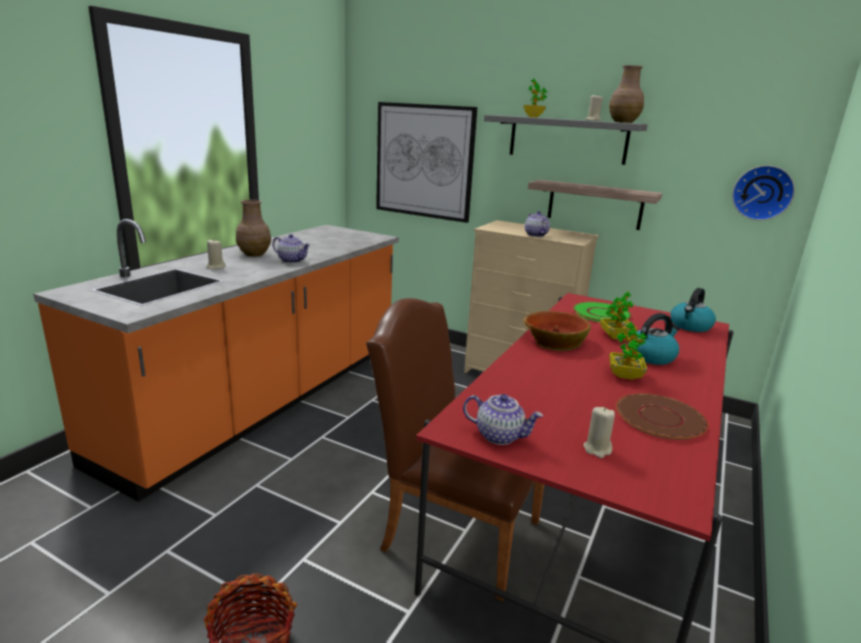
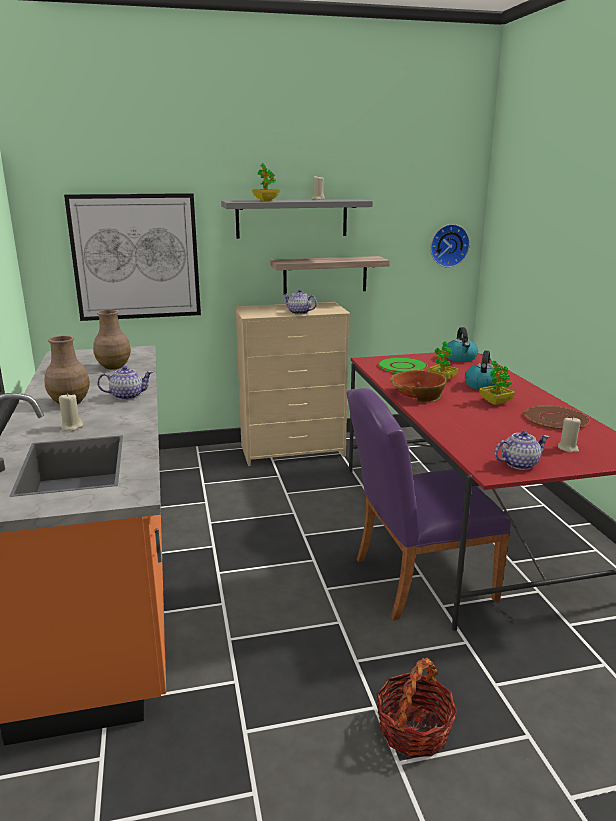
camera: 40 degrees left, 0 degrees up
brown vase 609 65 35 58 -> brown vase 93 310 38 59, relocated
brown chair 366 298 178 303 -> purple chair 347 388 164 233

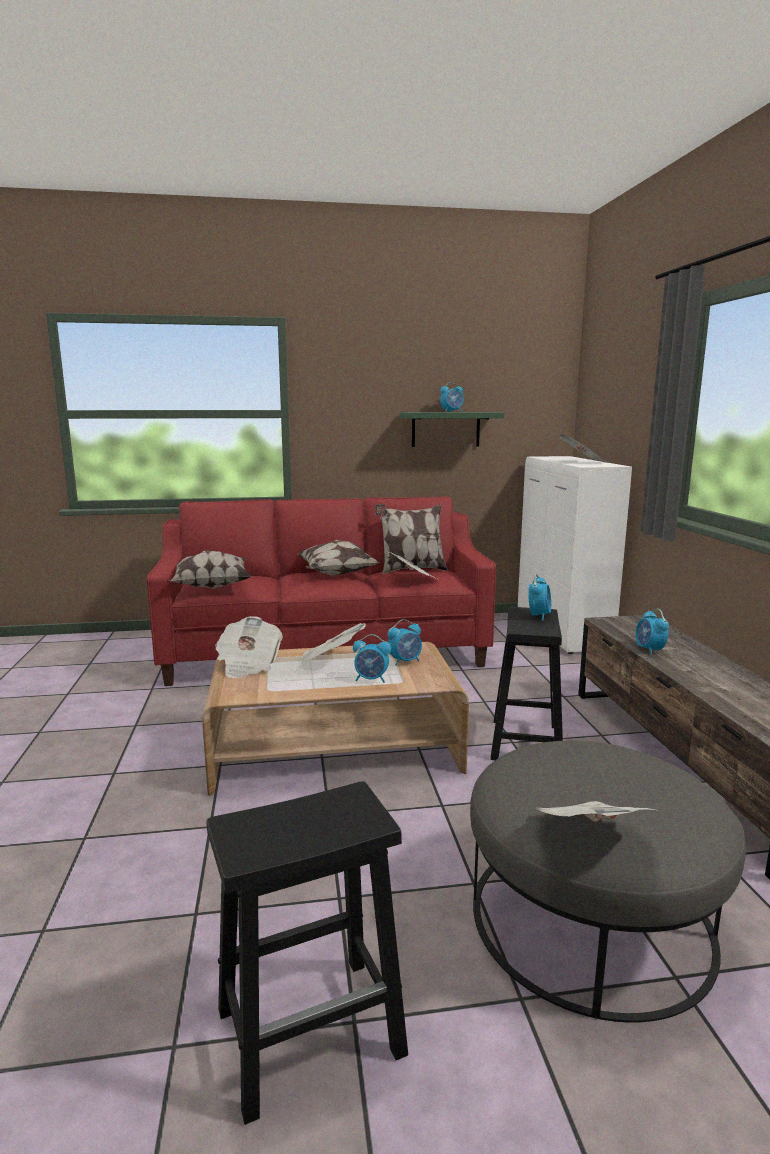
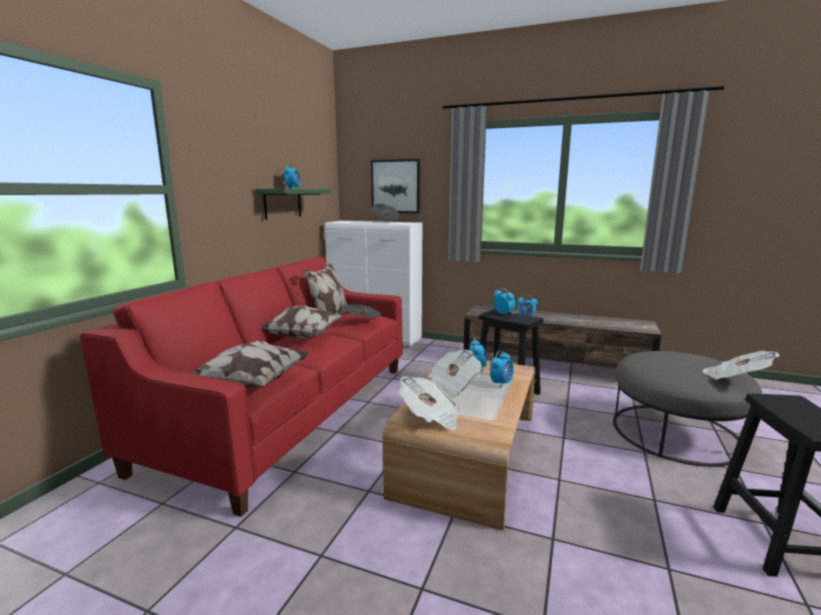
camera: 60 degrees left, 0 degrees up
none -> picture 371 159 49 54

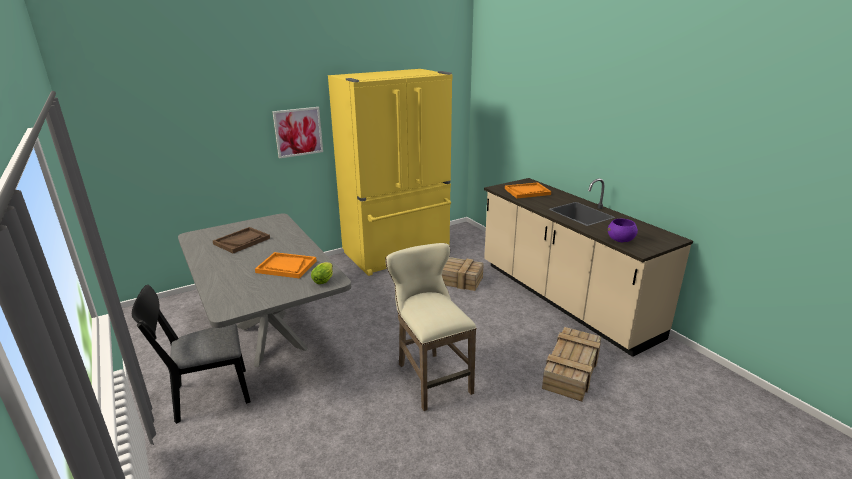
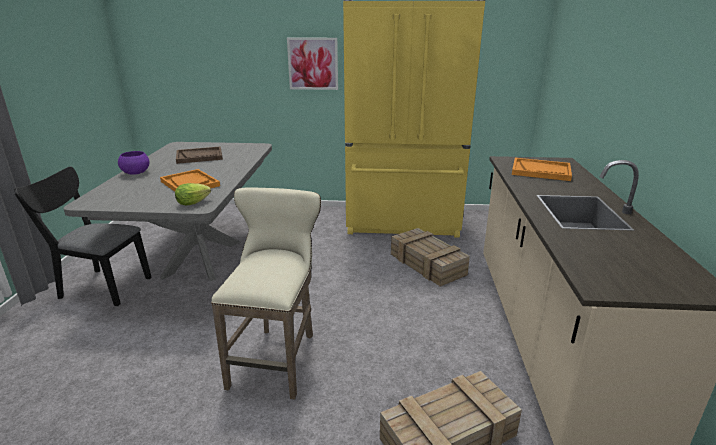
camera: 35 degrees right, 0 degrees up
purple bowl 608 219 30 23 -> purple bowl 118 151 31 24, relocated

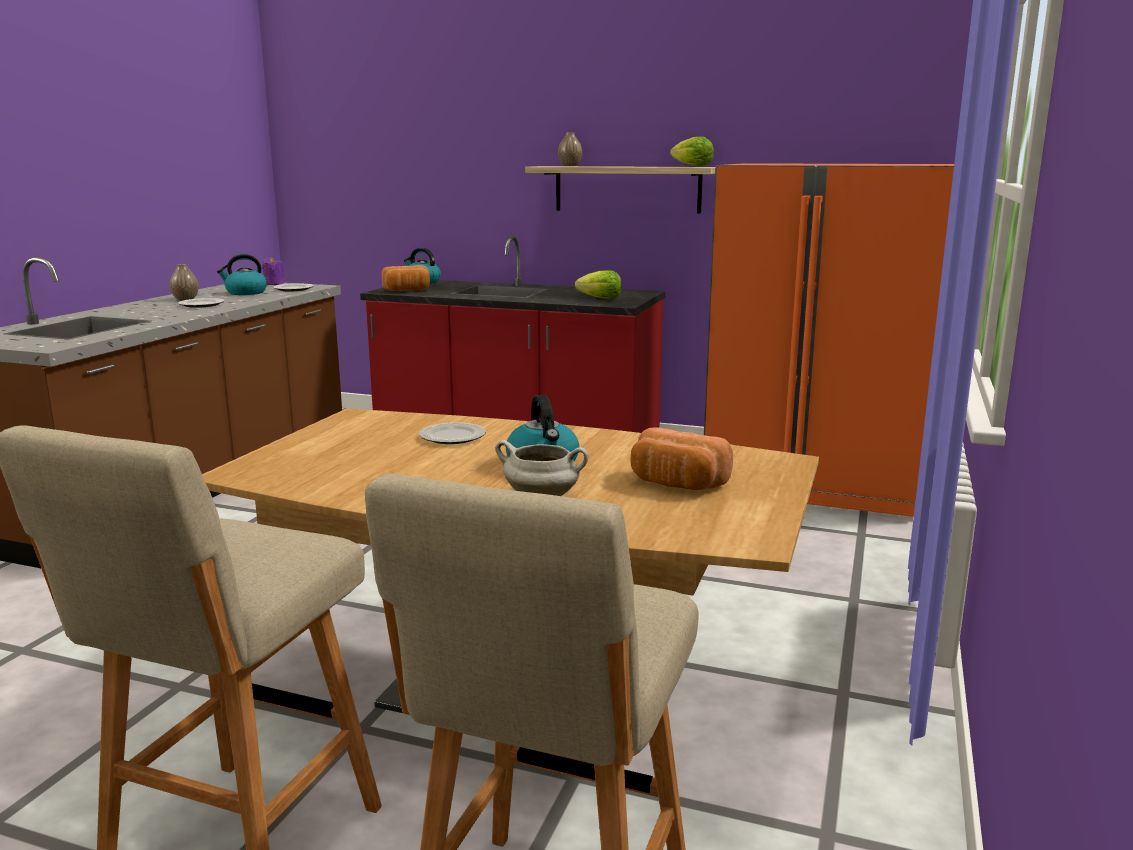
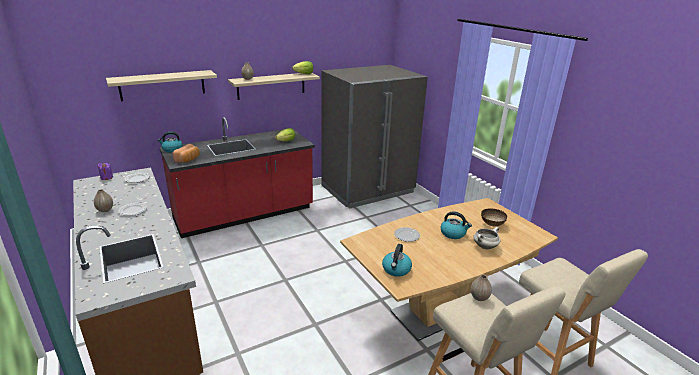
camera: 50 degrees left, 10 degrees up
none -> shelf 106 70 111 31
none -> vase 471 274 21 27
kettle 217 254 50 41 -> kettle 382 244 30 33, relocated
bread 630 427 103 63 -> bowl 481 208 26 18
orange fridge 704 163 250 354 -> grey fridge 321 65 107 144

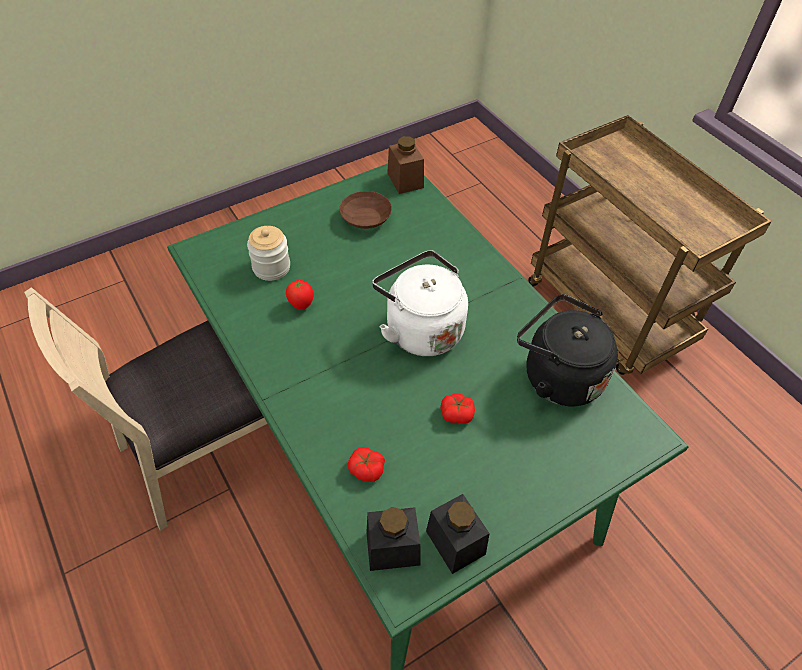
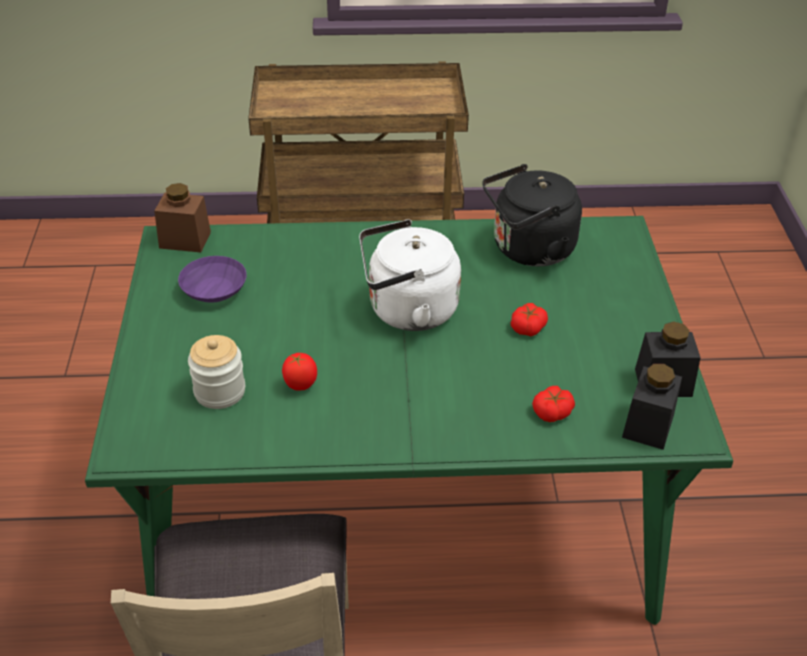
camera: 60 degrees left, 10 degrees down
brown bowl 340 191 52 38 -> purple bowl 178 256 69 47

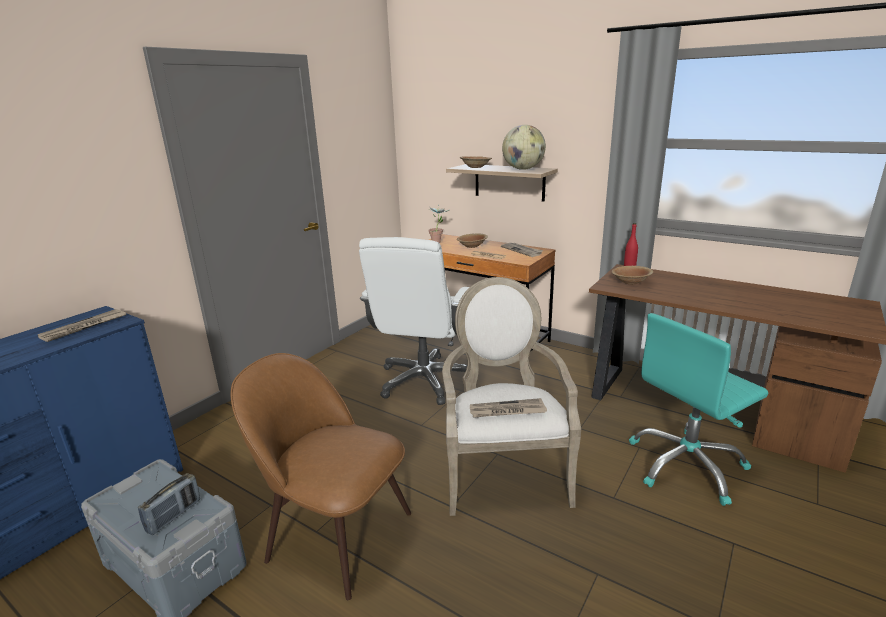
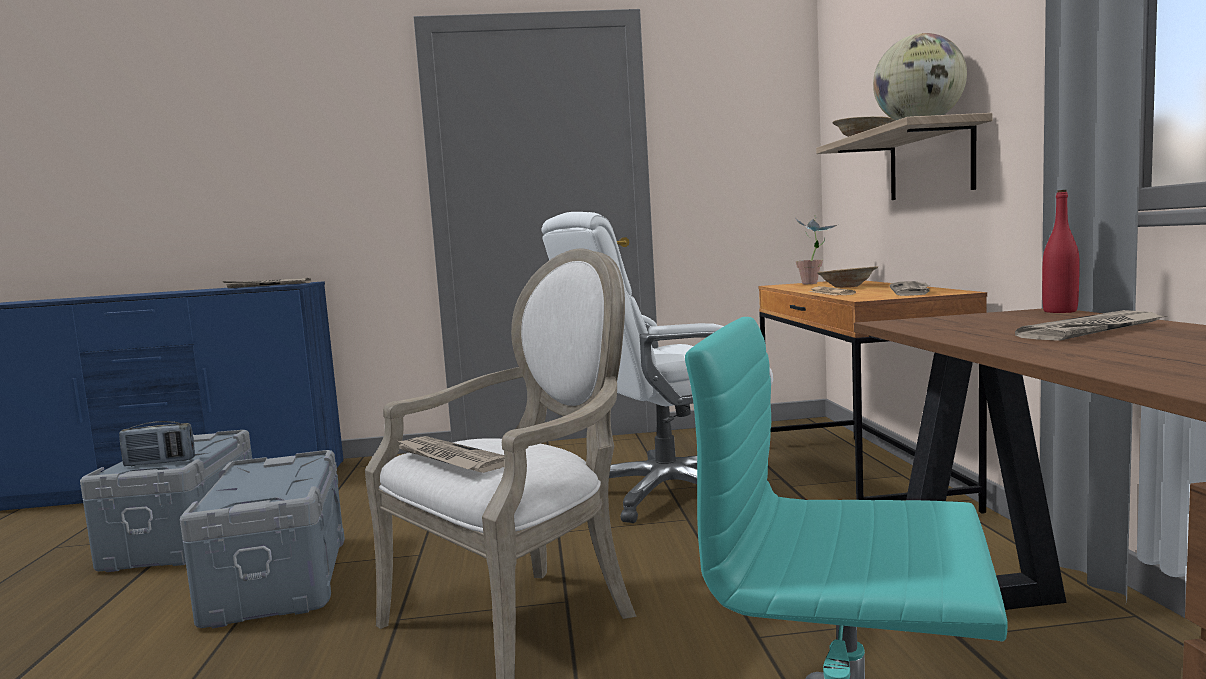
camera: 50 degrees right, 15 degrees down
brown bowl 612 266 41 18 -> none
none -> newspaper 1015 310 152 31
brown chair 231 353 180 247 -> grey storage box 180 450 165 178

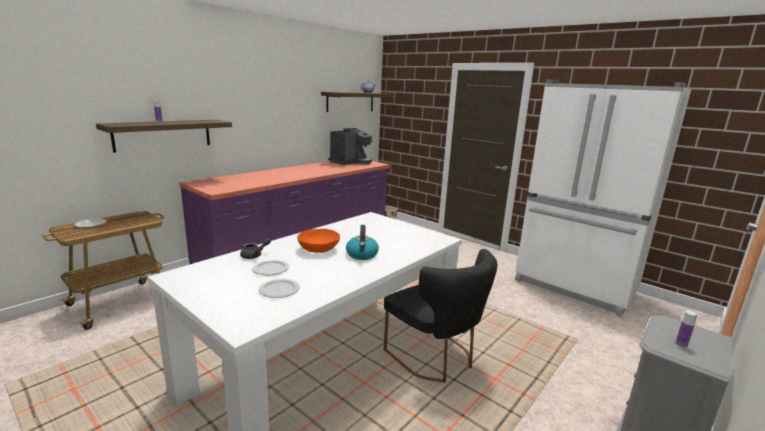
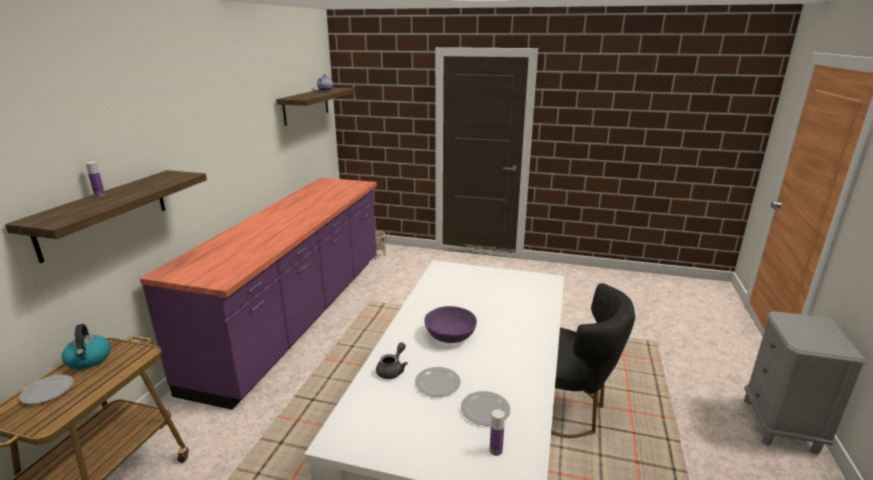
camera: 25 degrees left, 5 degrees up
coffee machine 328 128 45 37 -> none
white fridge 515 79 176 238 -> none
kettle 346 225 33 35 -> kettle 62 324 49 45, relocated
bottle 675 310 22 38 -> bottle 490 409 15 47, relocated
orange bowl 297 229 43 24 -> purple bowl 424 306 53 37

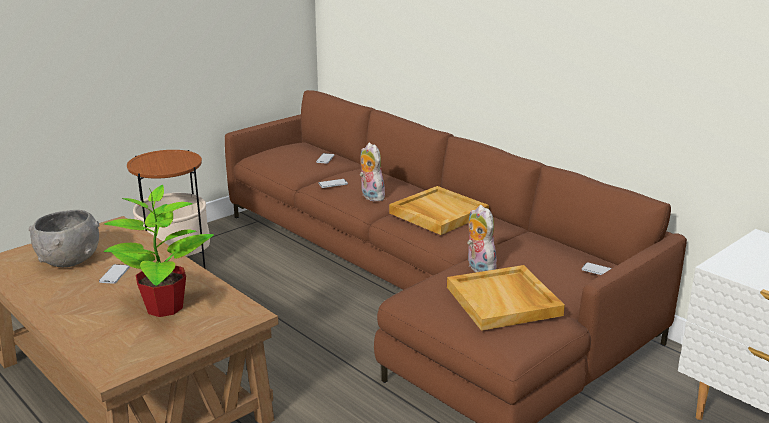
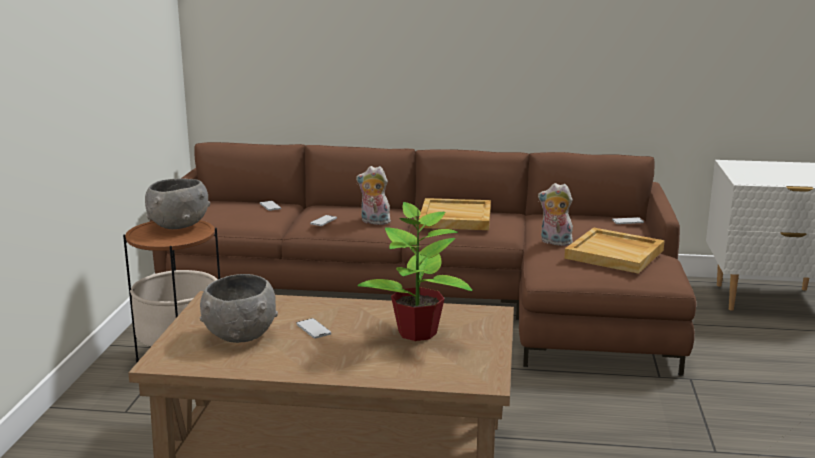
camera: 40 degrees left, 5 degrees down
none -> grey bowl 145 179 65 50

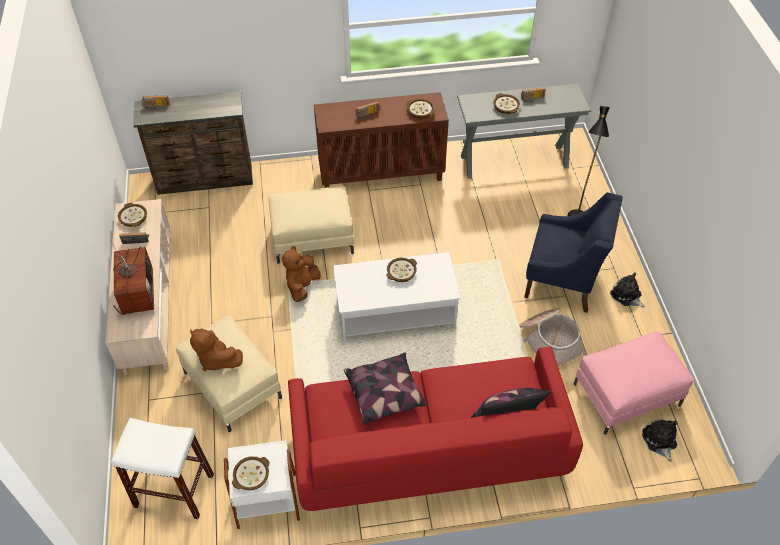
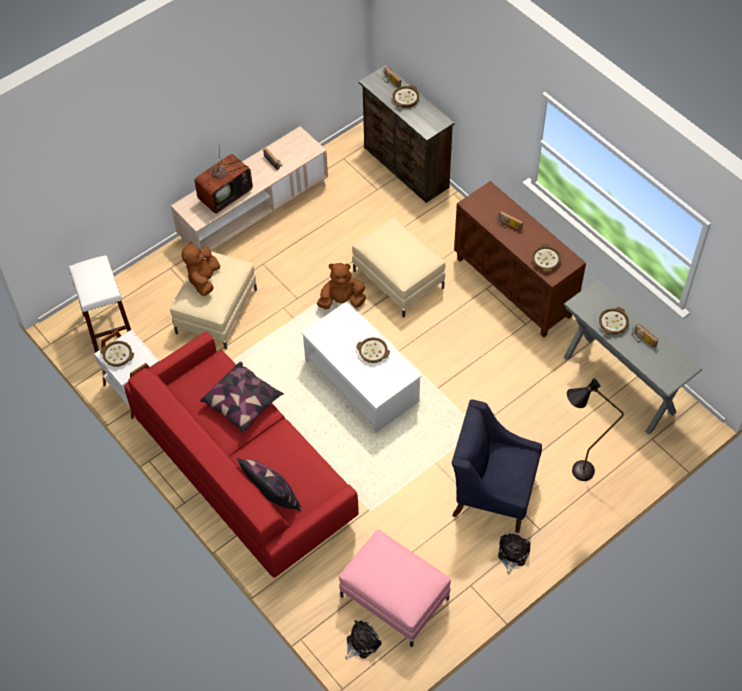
camera: 60 degrees right, 5 degrees up
basket 520 308 66 58 -> none
bowl 118 203 29 24 -> bowl 392 85 28 23, relocated
blue armchair 524 193 99 120 -> blue armchair 451 399 91 134, 120 degrees clockwise

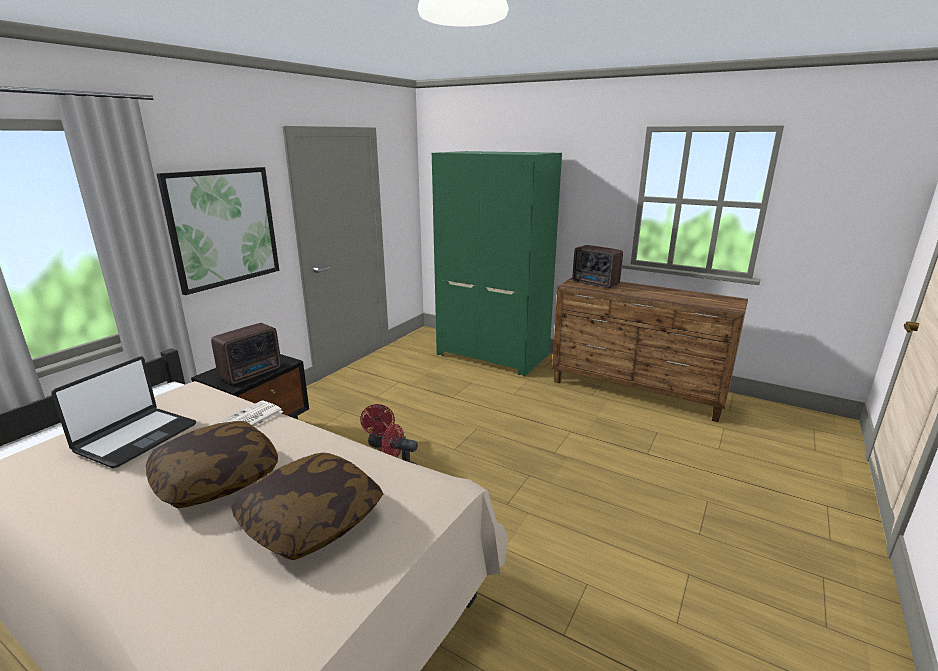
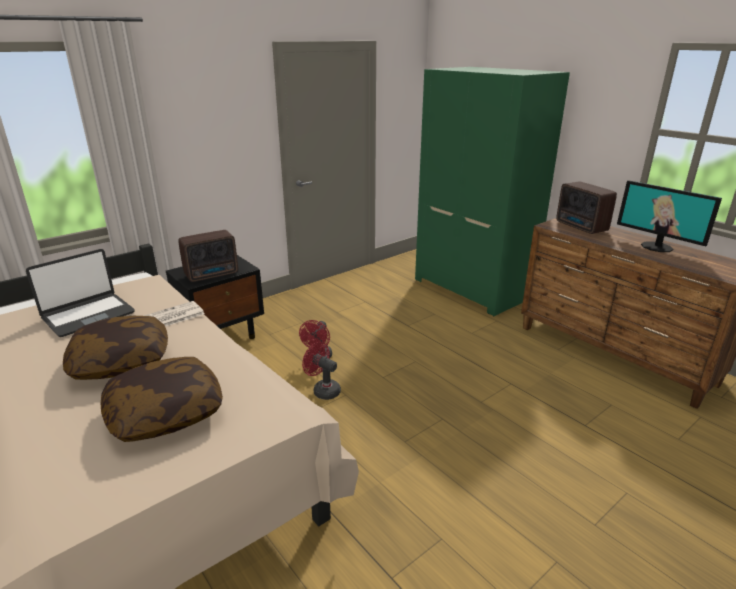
camera: 20 degrees right, 5 degrees up
picture 157 167 122 128 -> none
none -> monitor 617 180 105 72

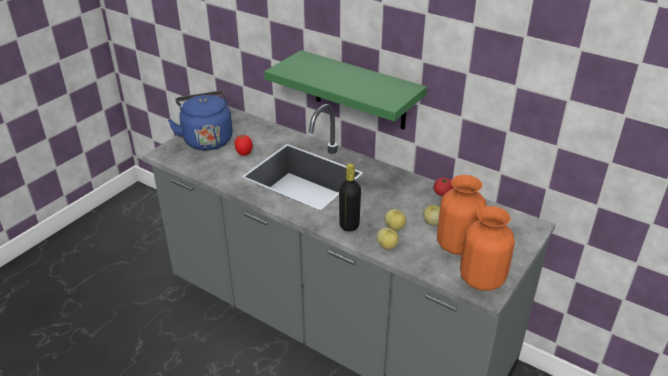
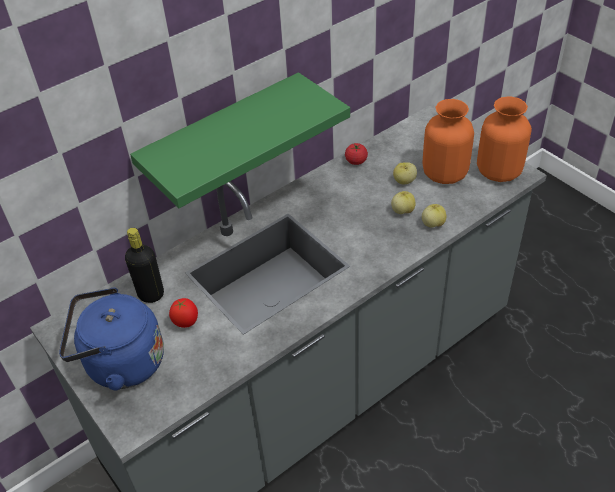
camera: 70 degrees left, 10 degrees up
black bottle 339 163 22 69 -> black bottle 125 228 39 75, relocated

